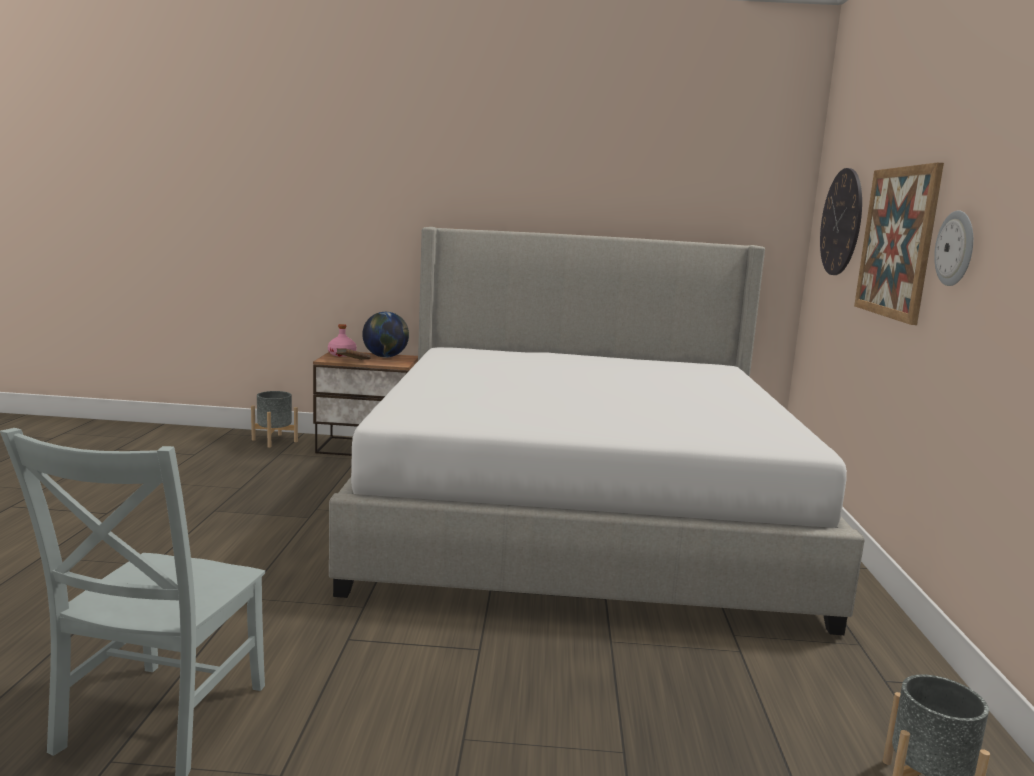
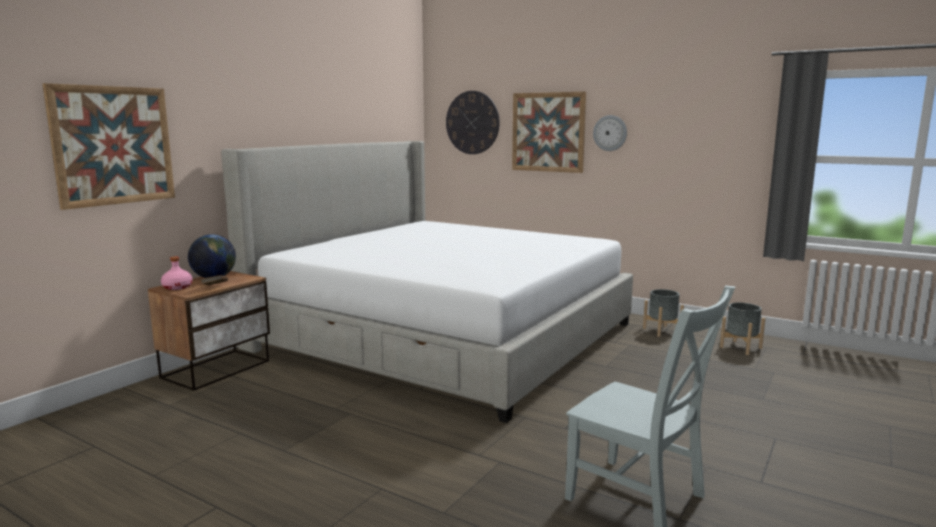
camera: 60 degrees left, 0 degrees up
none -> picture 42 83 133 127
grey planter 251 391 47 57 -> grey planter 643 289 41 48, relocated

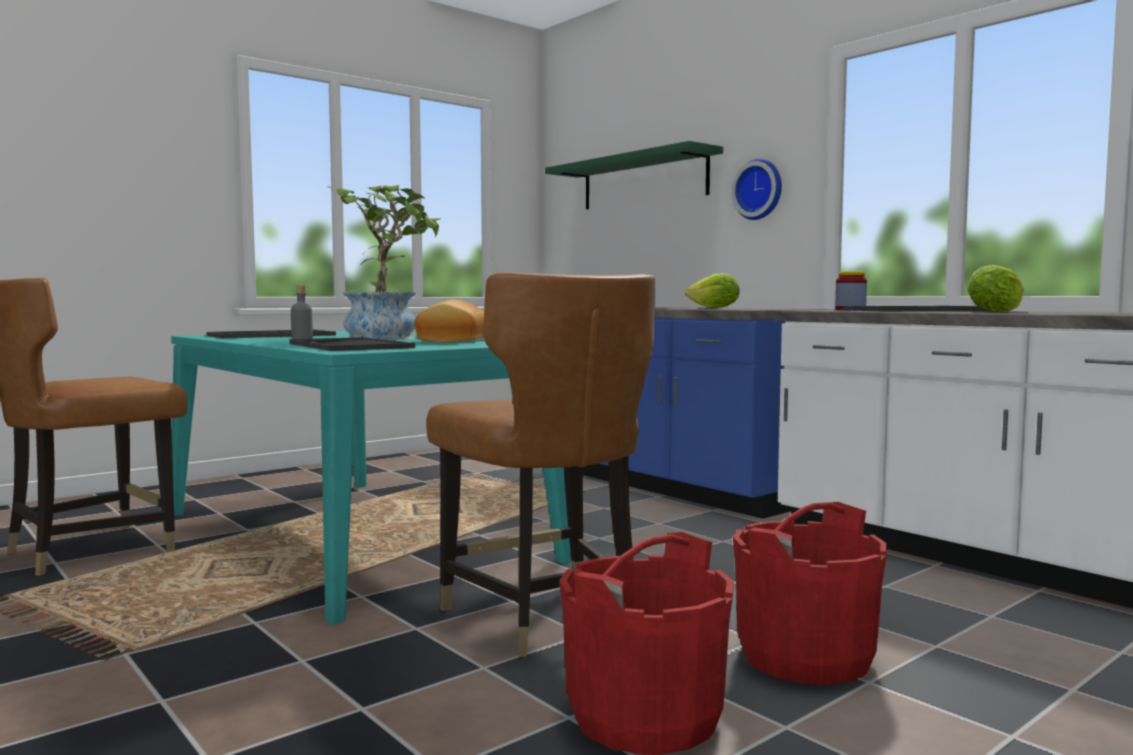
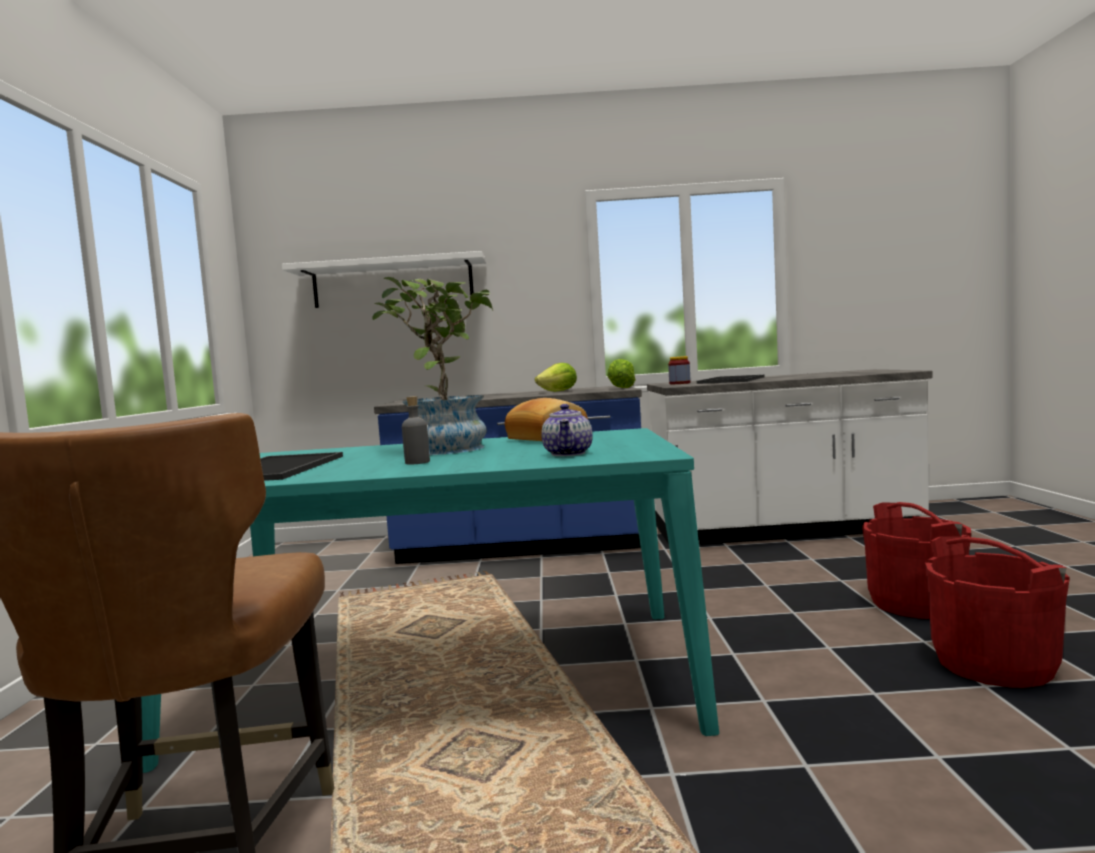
camera: 50 degrees left, 0 degrees up
brown chair 426 272 229 385 -> none
wall clock 731 159 51 61 -> none
lettuce 967 265 57 47 -> lettuce 607 359 29 29, relocated
tray 289 337 126 14 -> teapot 541 404 52 52
green shelf 545 141 178 69 -> white shelf 282 251 204 57

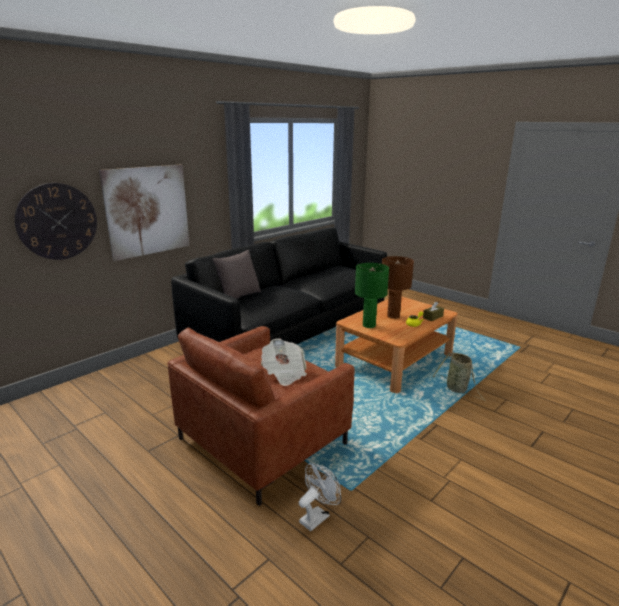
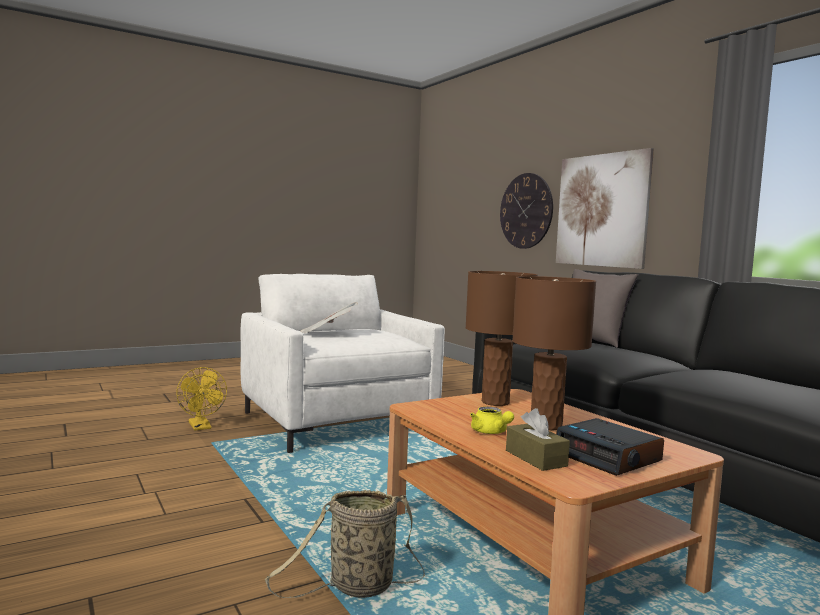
camera: 105 degrees right, 15 degrees down
none -> alarm clock 556 418 108 58
brown armchair 167 326 187 180 -> white armchair 241 274 204 179
white fan 299 463 42 68 -> yellow fan 176 367 51 63
green table lamp 355 263 34 65 -> brown table lamp 465 271 73 135

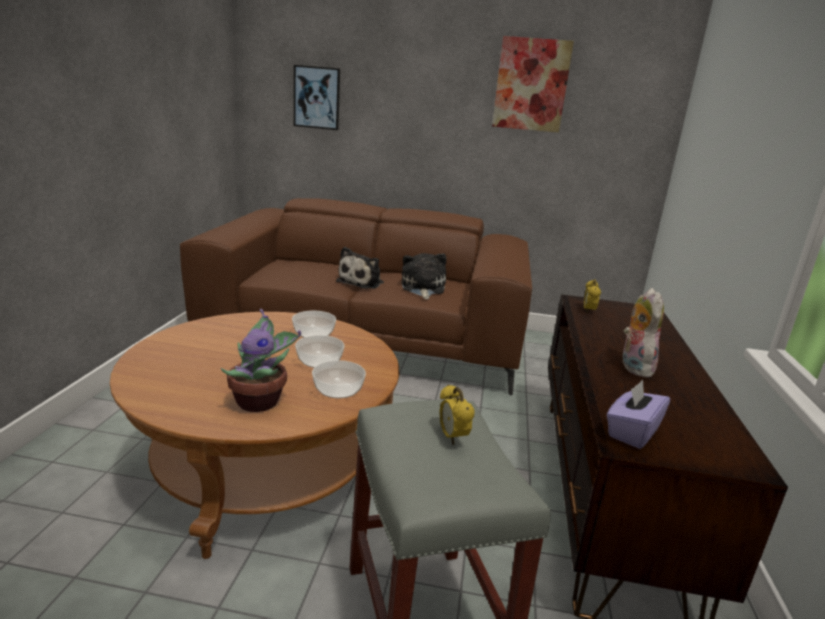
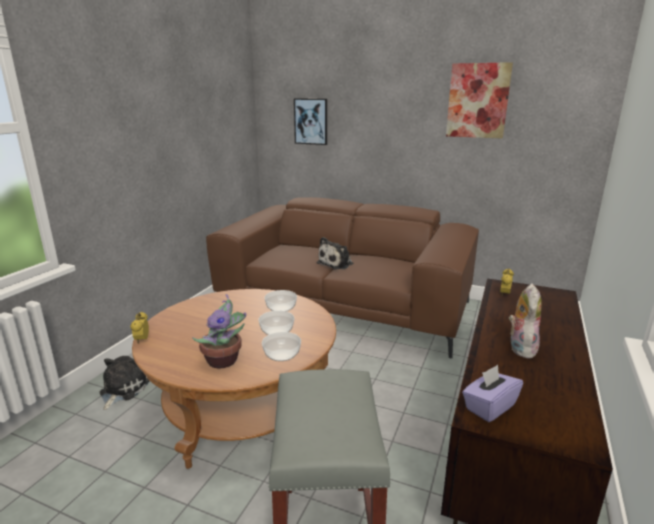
camera: 15 degrees right, 0 degrees up
plush toy 401 253 45 47 -> plush toy 99 356 50 54, relocated
alarm clock 439 384 36 61 -> alarm clock 130 312 19 32, relocated

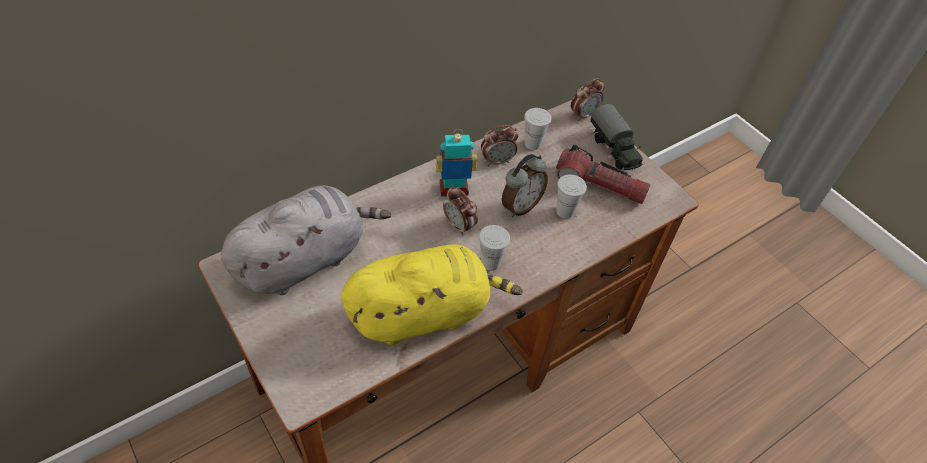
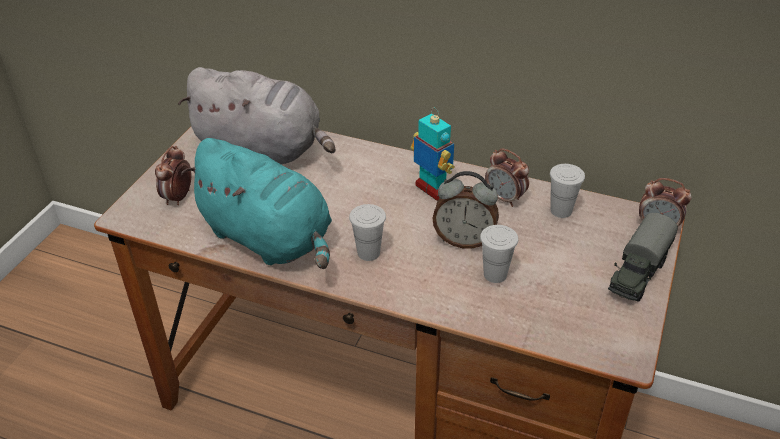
camera: 60 degrees right, 10 degrees down
flashlight 556 145 95 59 -> none
alarm clock 443 186 35 50 -> alarm clock 155 146 36 59, relocated
yellow plush toy 341 244 182 101 -> turquoise plush toy 181 138 151 131

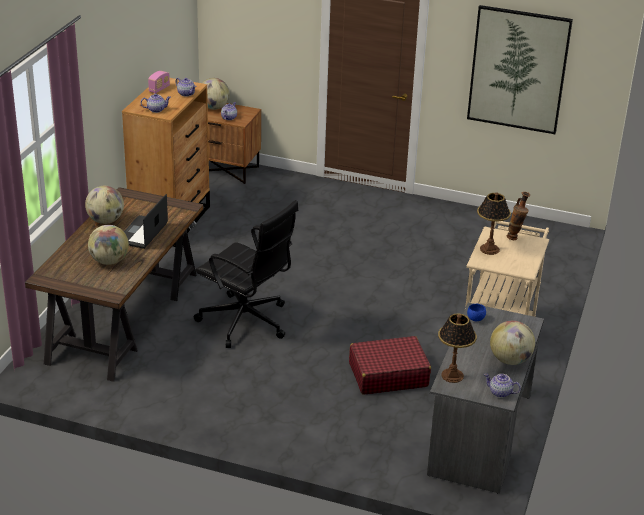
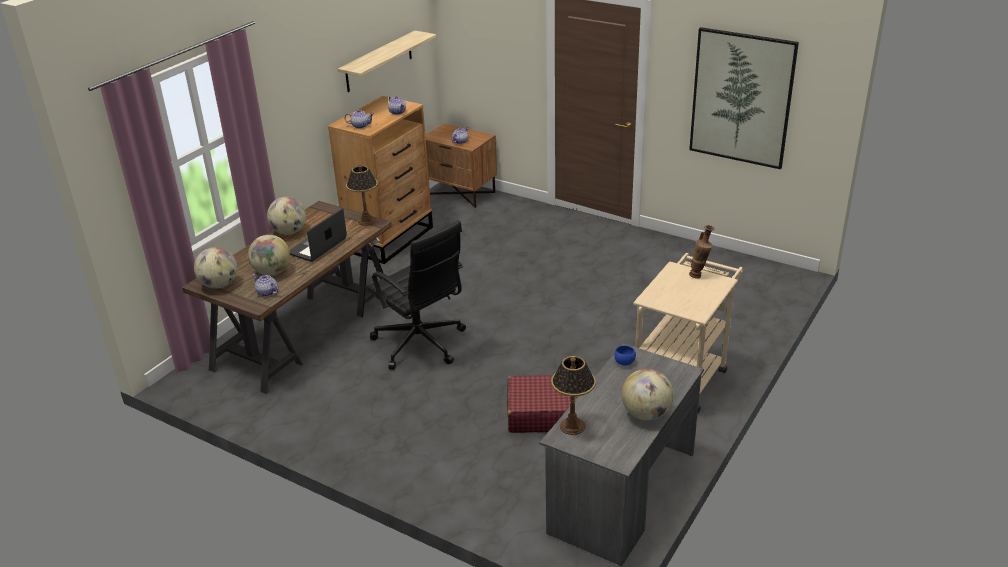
camera: 15 degrees right, 0 degrees up
radio 148 71 22 22 -> none
none -> shelf 338 30 99 62
globe 203 78 27 32 -> globe 194 247 43 42, relocated
table lamp 477 192 34 63 -> table lamp 346 165 32 61, relocated
teapot 484 373 37 25 -> teapot 253 274 26 23, relocated

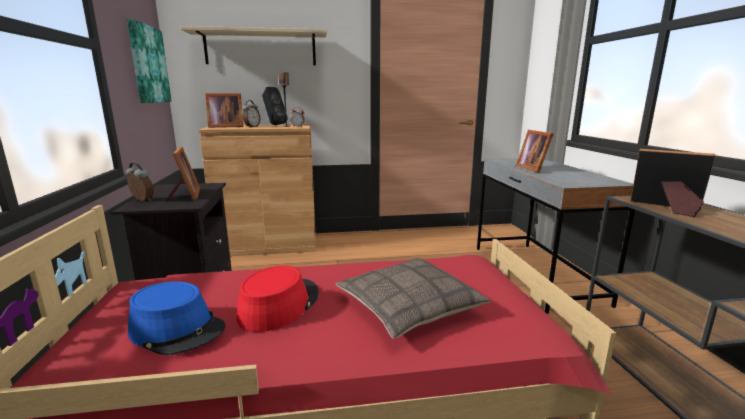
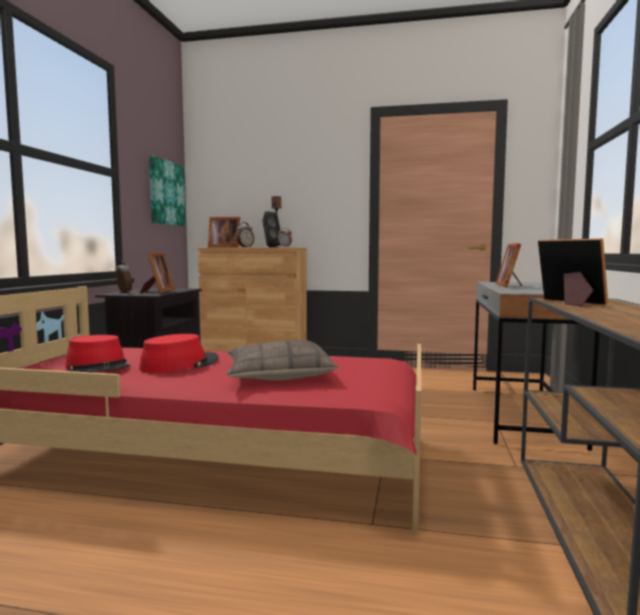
camera: 20 degrees right, 10 degrees down
beige shelf 180 26 147 39 -> none
blue hat 128 281 98 74 -> red hat 65 335 66 37

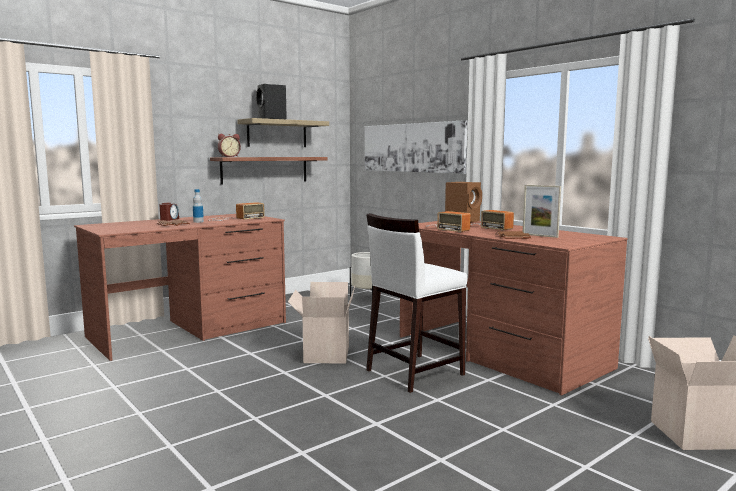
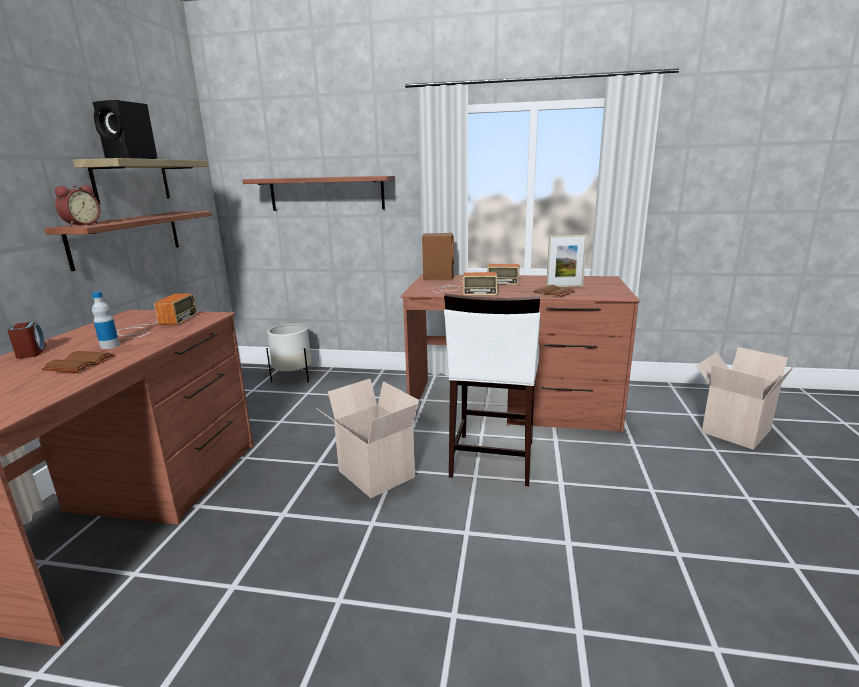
camera: 40 degrees left, 10 degrees up
picture 365 120 103 54 -> shelf 242 176 153 35

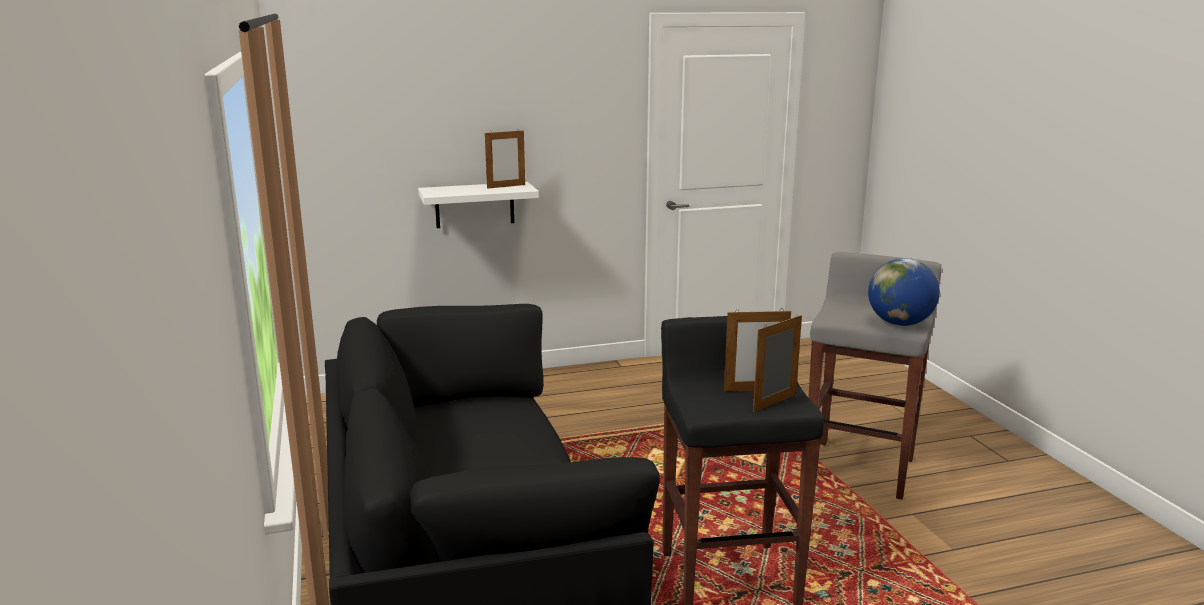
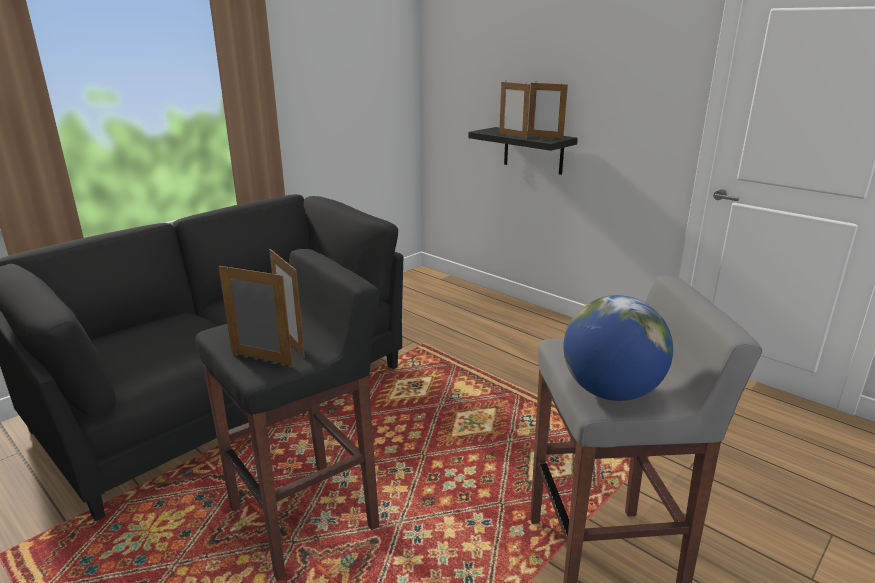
camera: 60 degrees right, 5 degrees up
none -> picture frame 499 80 31 58
white shelf 418 182 121 46 -> black shelf 468 127 110 48

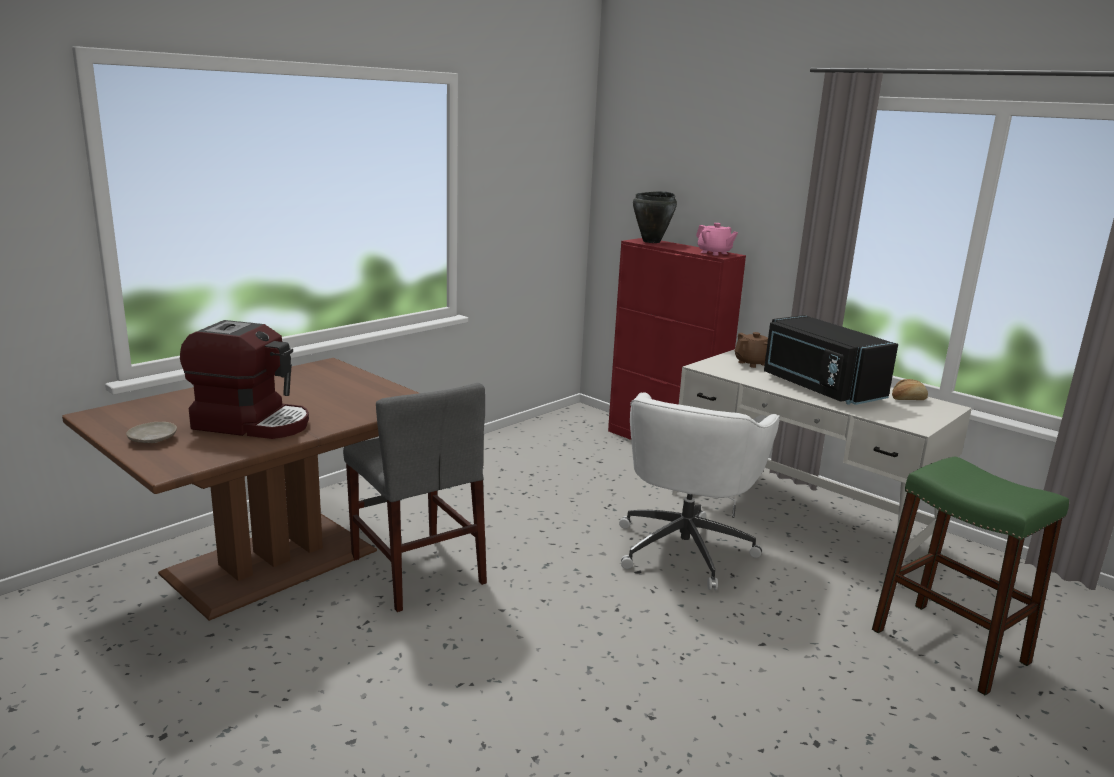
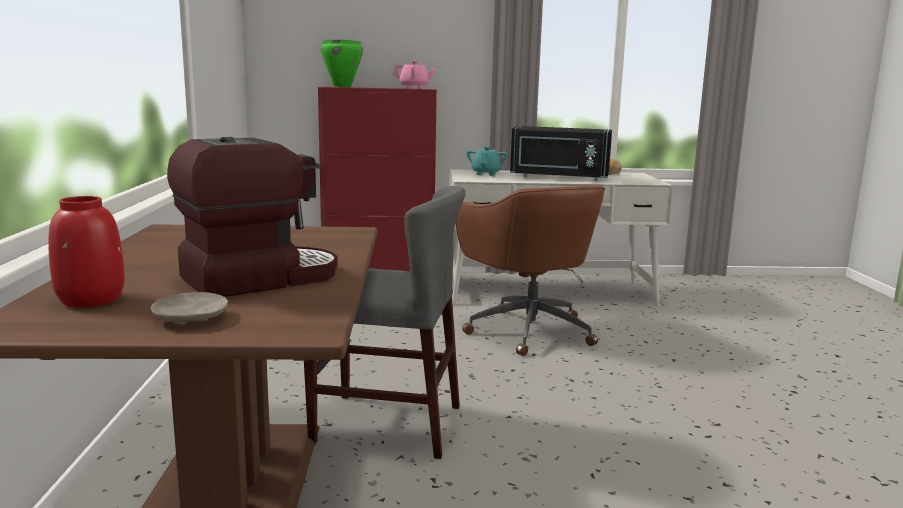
camera: 45 degrees left, 5 degrees down
green stool 872 456 197 240 -> none
none -> red vase 48 196 77 112
white office chair 619 392 161 198 -> brown office chair 456 185 149 171
black cooking pot 633 191 44 52 -> green cooking pot 321 40 42 47
brown teapot 735 332 33 36 -> turquoise teapot 466 146 41 30

